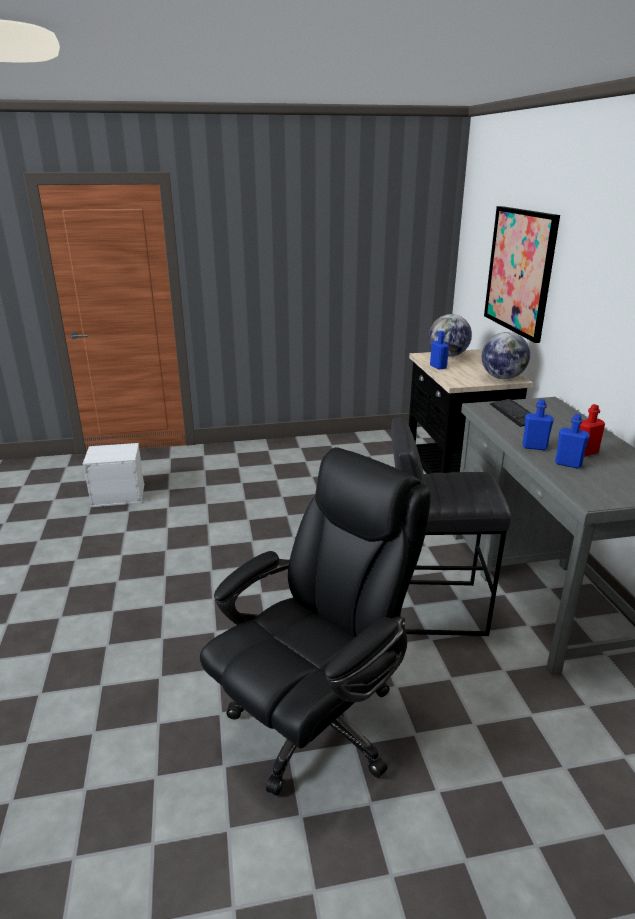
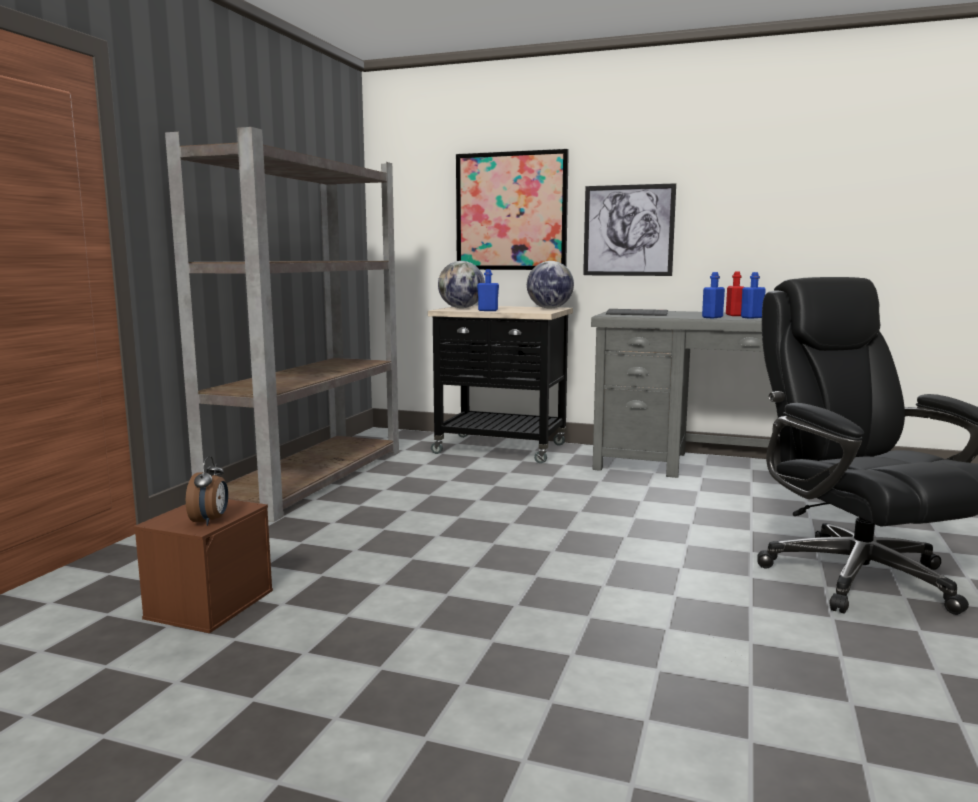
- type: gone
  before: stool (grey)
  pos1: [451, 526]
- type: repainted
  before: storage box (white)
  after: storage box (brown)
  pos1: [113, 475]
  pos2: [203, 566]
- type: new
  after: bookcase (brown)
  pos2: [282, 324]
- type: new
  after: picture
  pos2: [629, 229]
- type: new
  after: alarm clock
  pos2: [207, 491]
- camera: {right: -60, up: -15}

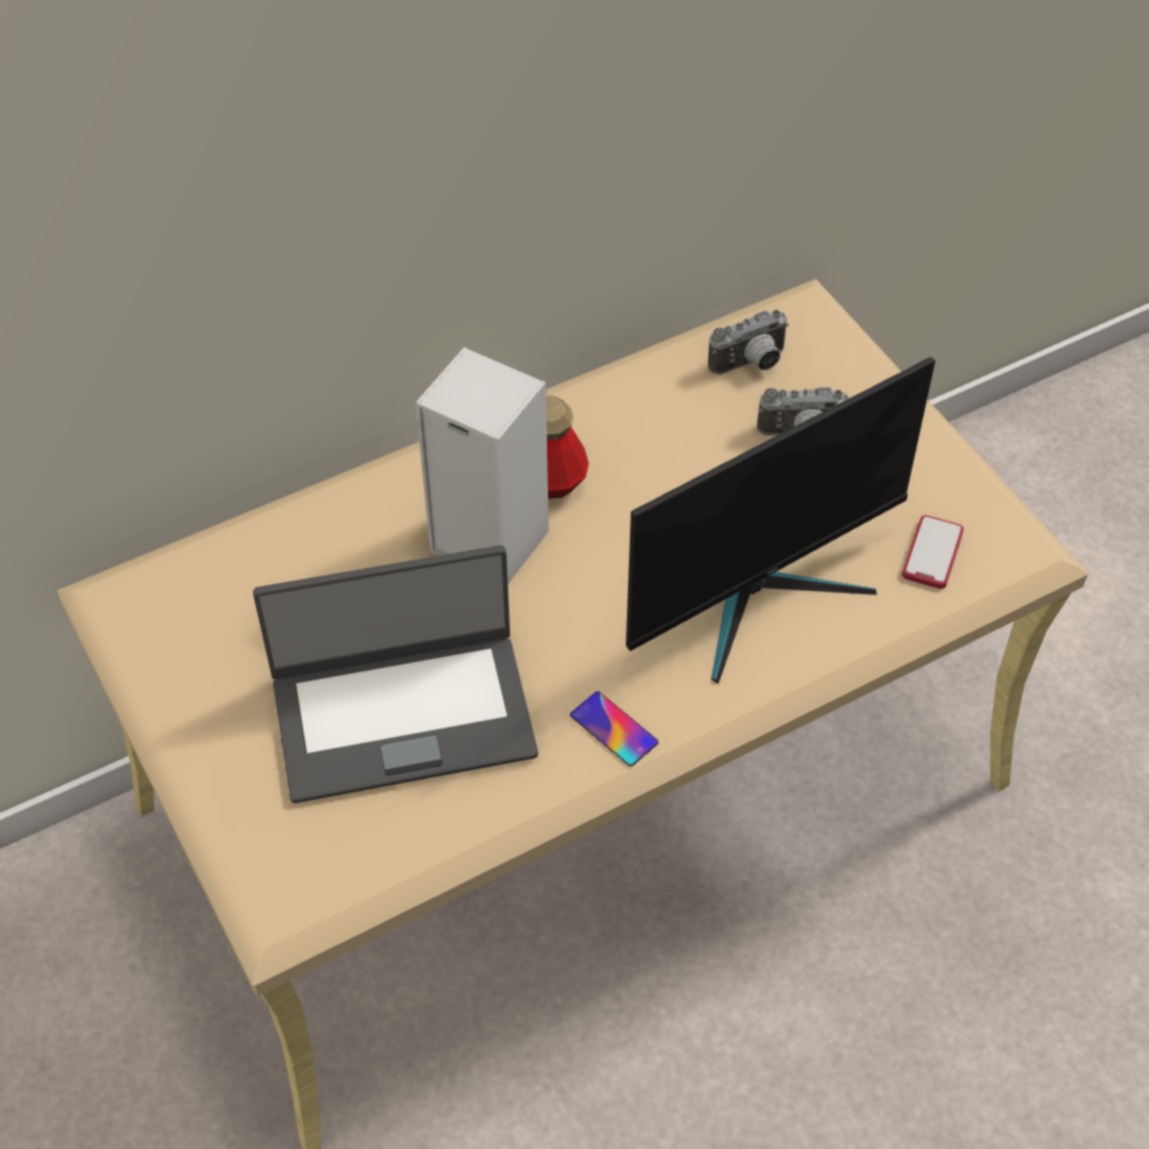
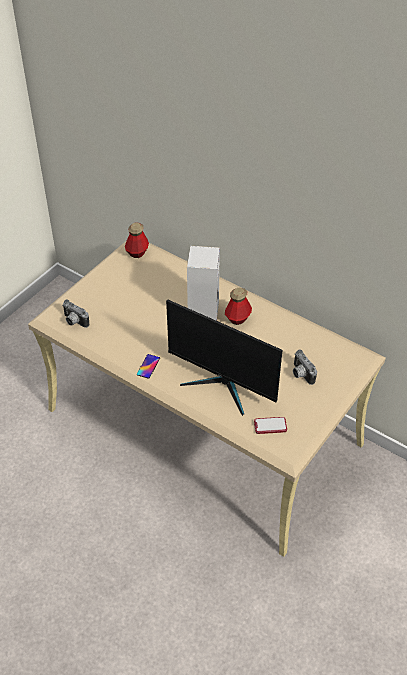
- type: shifted
  before: photo camera
  pos1: [748, 342]
  pos2: [75, 313]
- type: gone
  before: laptop
  pos1: [395, 674]
- type: new
  after: bottle
  pos2: [137, 240]
- camera: {right: 65, up: -5}

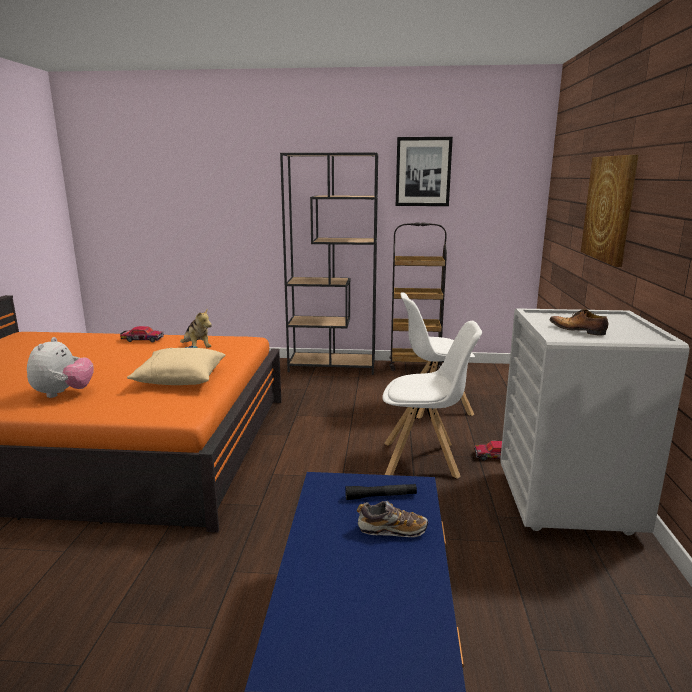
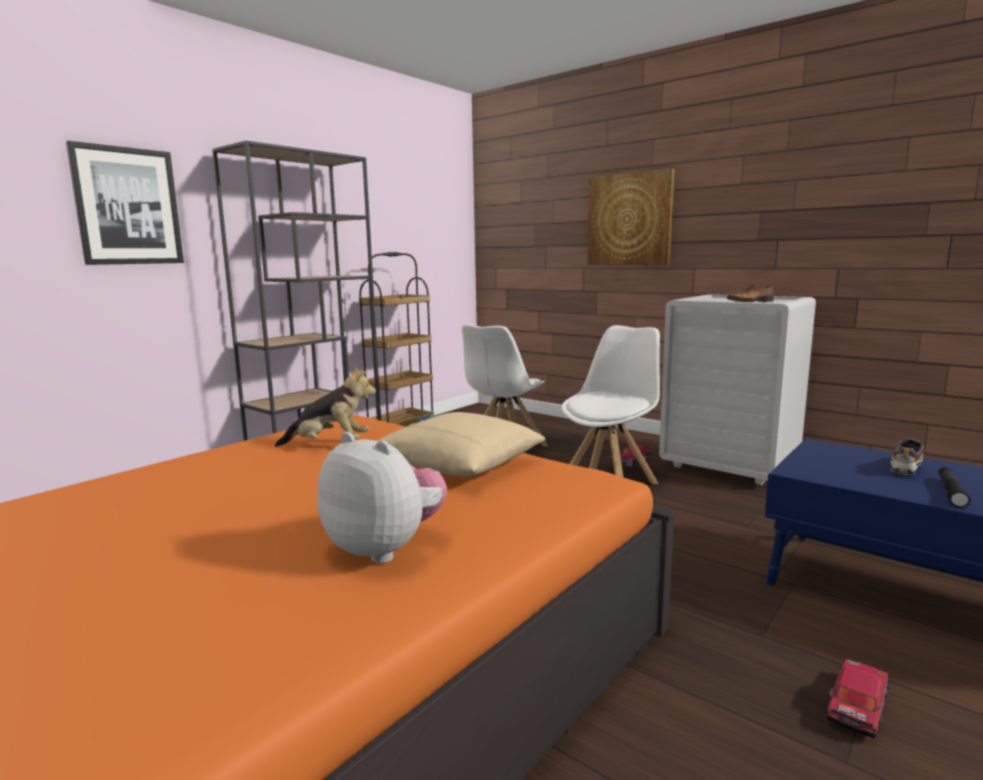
- type: shifted
  before: picture
  pos1: [424, 171]
  pos2: [125, 203]
- type: shifted
  before: toy car
  pos1: [142, 334]
  pos2: [858, 698]
- type: shifted
  before: flashlight (black)
  pos1: [381, 492]
  pos2: [954, 487]
- camera: {right: -55, up: -5}

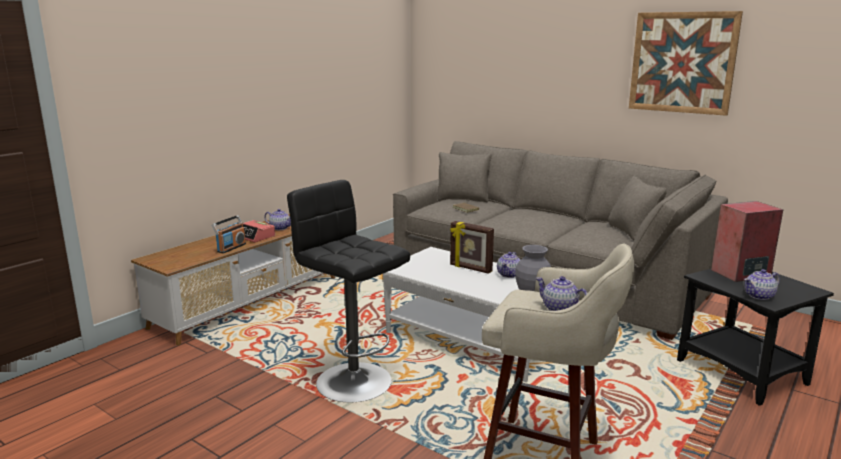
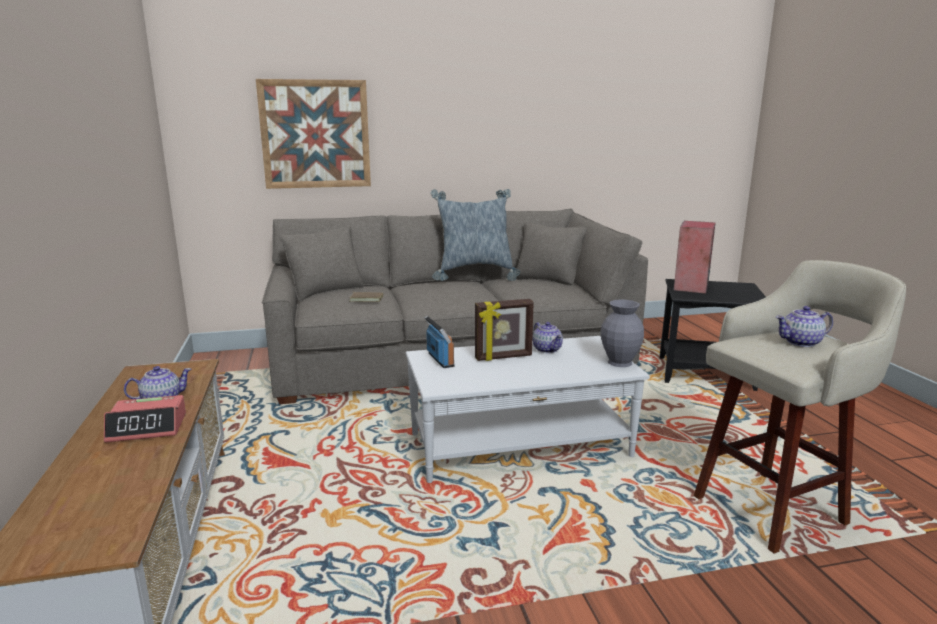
- type: shifted
  before: picture
  pos1: [686, 63]
  pos2: [313, 134]
- type: gone
  before: stool (black)
  pos1: [348, 291]
- type: shifted
  before: radio
  pos1: [229, 234]
  pos2: [440, 342]
- type: gone
  before: teapot
  pos1: [762, 284]
- type: new
  after: pillow
  pos2: [475, 235]
- camera: {right: -50, up: 0}

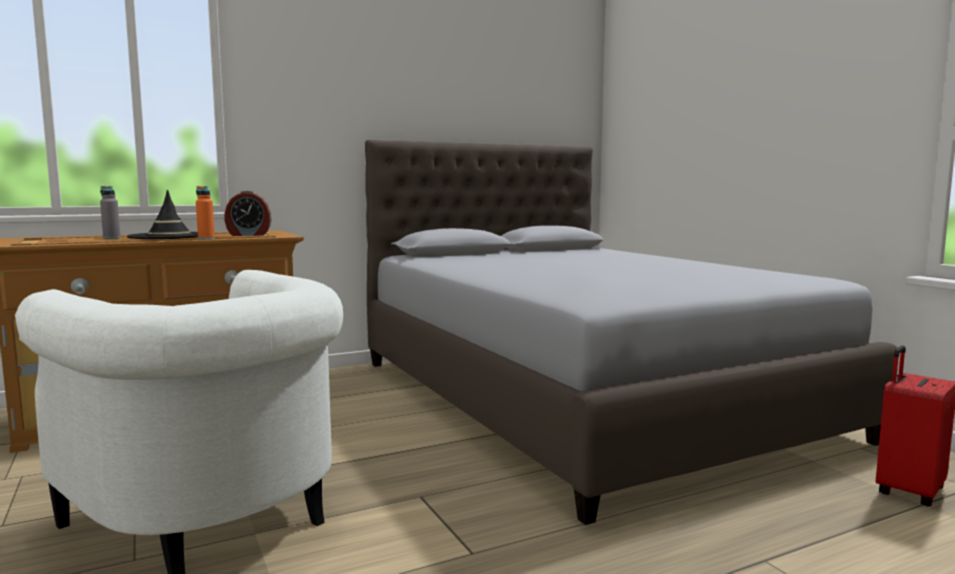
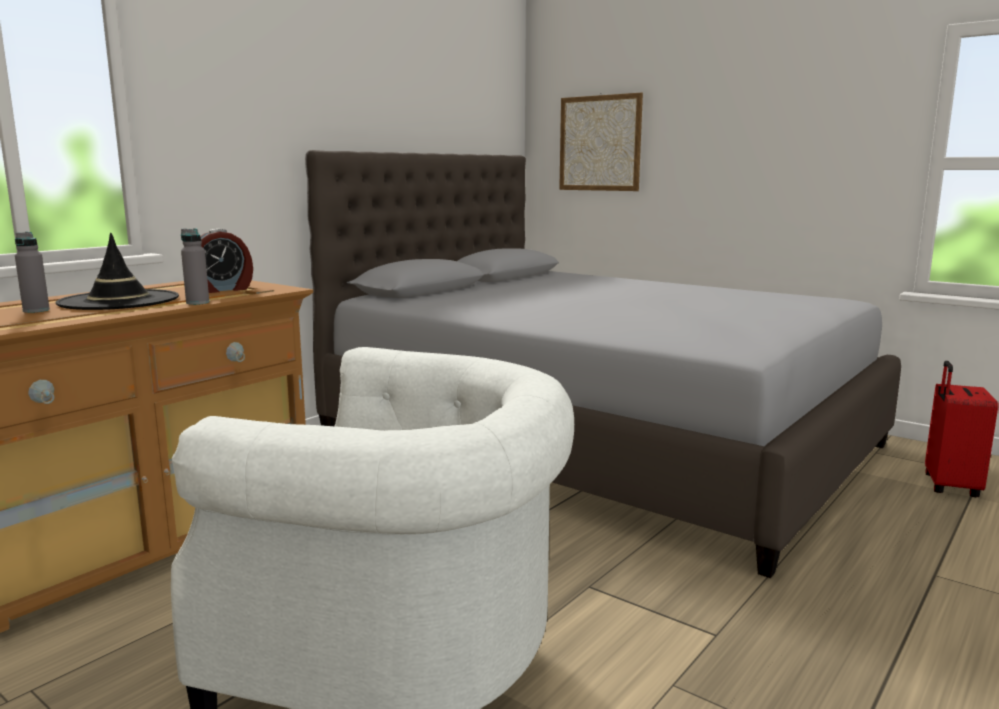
- type: repainted
  before: bottle (orange)
  after: bottle (grey)
  pos1: [205, 213]
  pos2: [195, 266]
- type: new
  after: picture
  pos2: [601, 142]
- camera: {right: -25, up: 5}

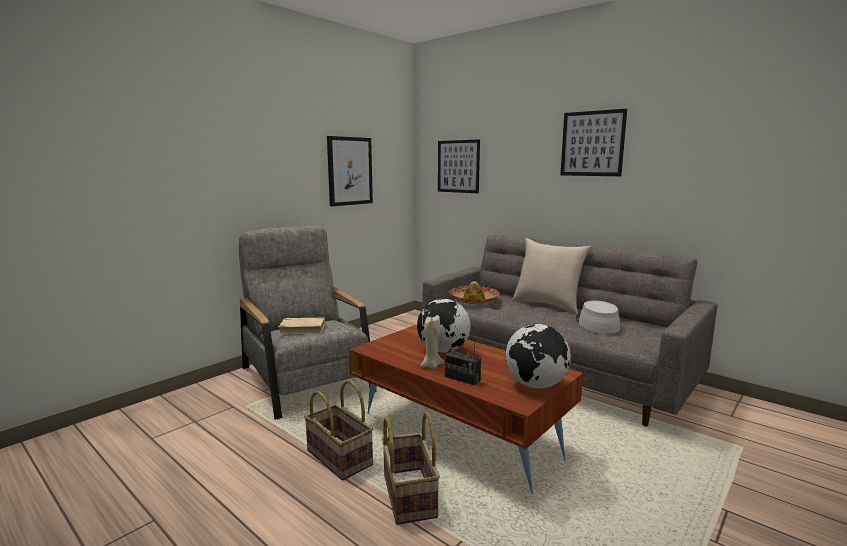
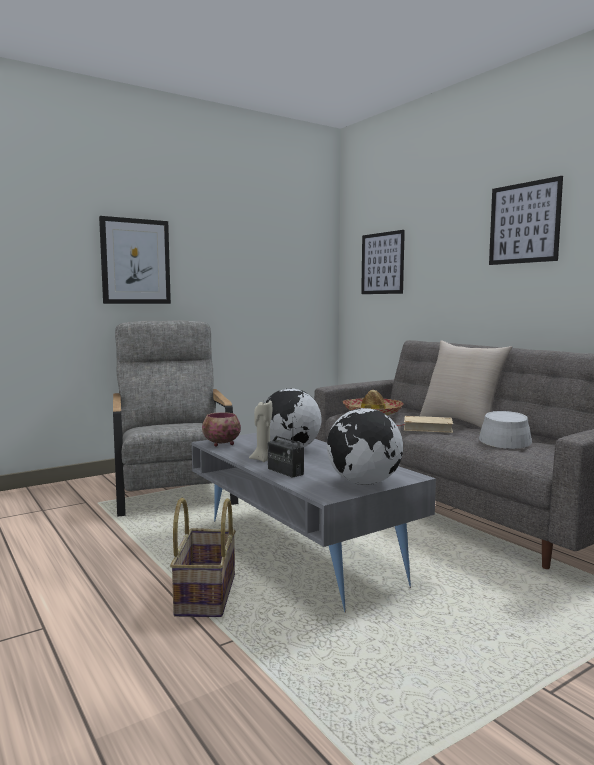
- type: shifted
  before: picture
  pos1: [350, 171]
  pos2: [135, 260]
- type: shifted
  before: book (beige)
  pos1: [301, 326]
  pos2: [425, 424]
- type: repainted
  before: coffee table (brown)
  after: coffee table (grey)
  pos1: [466, 410]
  pos2: [314, 523]
- type: gone
  before: basket
  pos1: [338, 430]
- type: new
  after: bowl
  pos2: [221, 429]
- camera: {right: 15, up: -5}

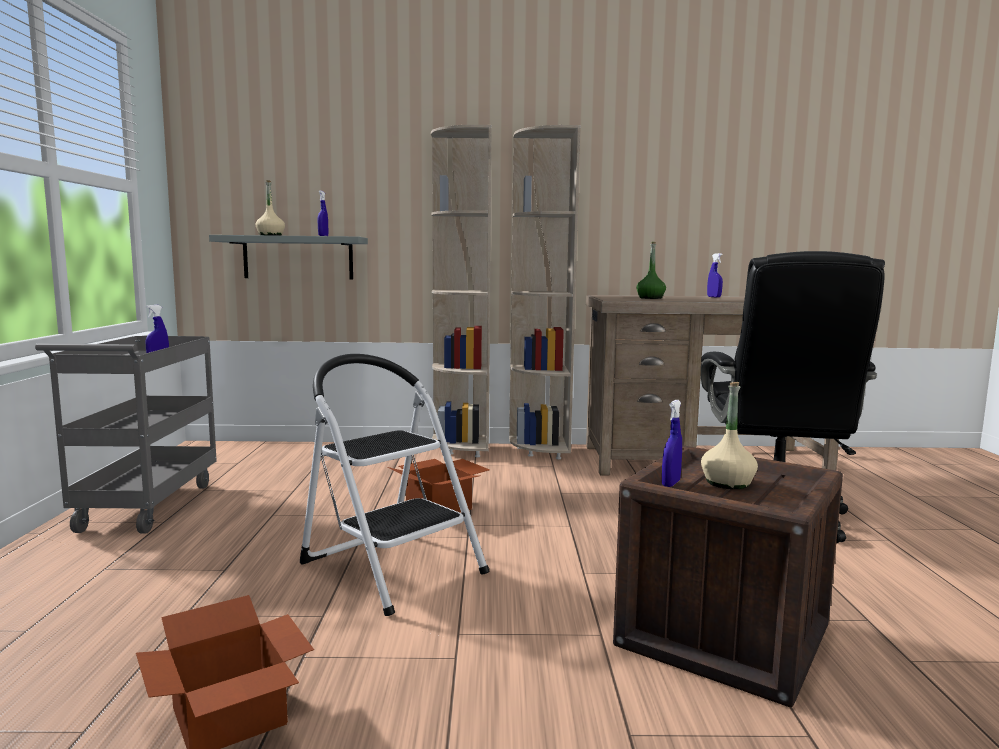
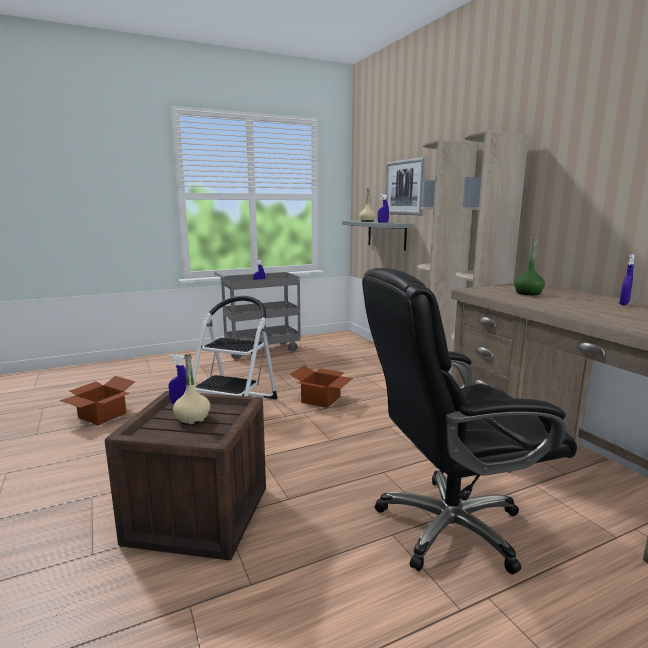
- type: new
  after: picture
  pos2: [405, 186]
- camera: {right: 65, up: 5}

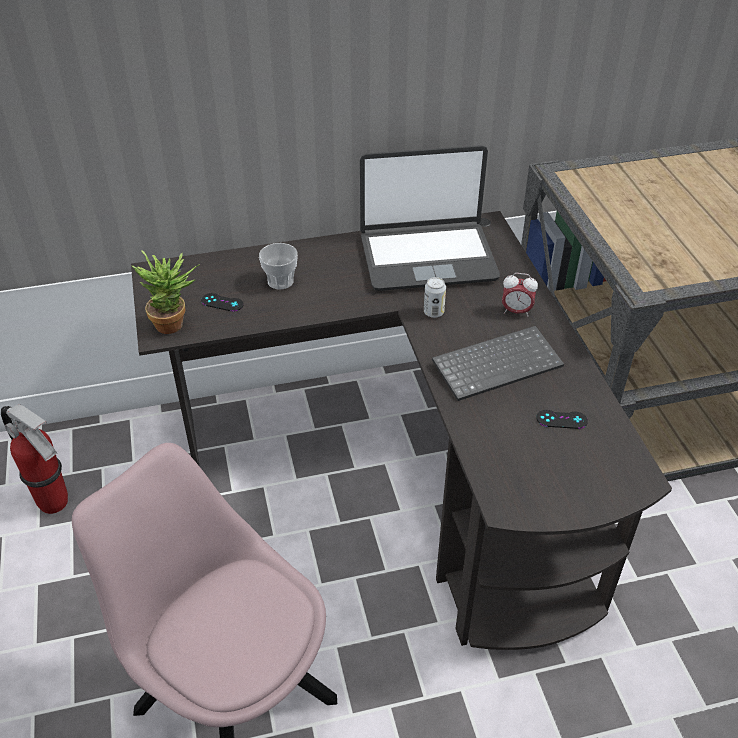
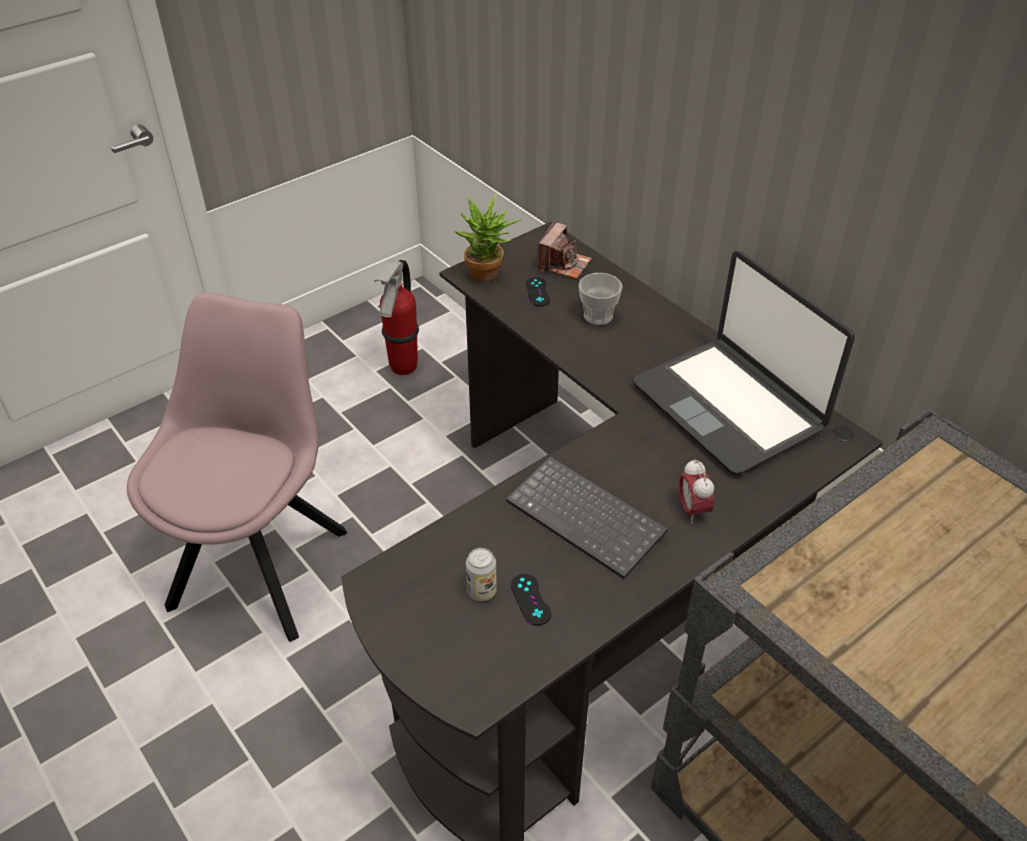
- type: shifted
  before: can
  pos1: [435, 297]
  pos2: [481, 574]
- type: new
  after: photo camera
  pos2: [565, 250]
- camera: {right: 65, up: 0}

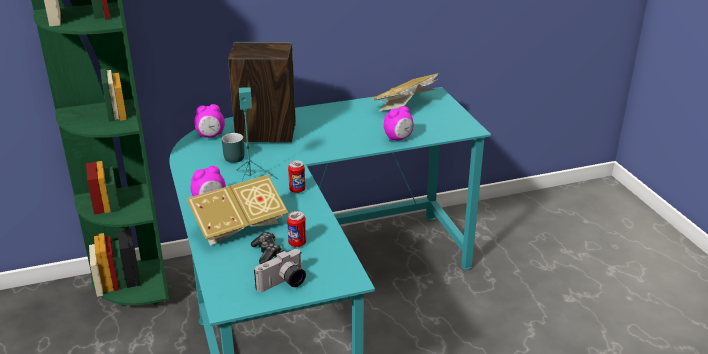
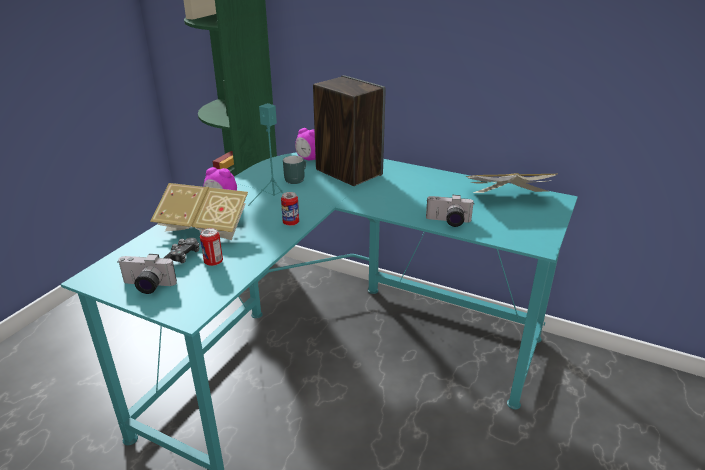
- type: swapped
  before: alarm clock
  after: photo camera
  pos1: [399, 123]
  pos2: [450, 211]
- camera: {right: 45, up: 0}

